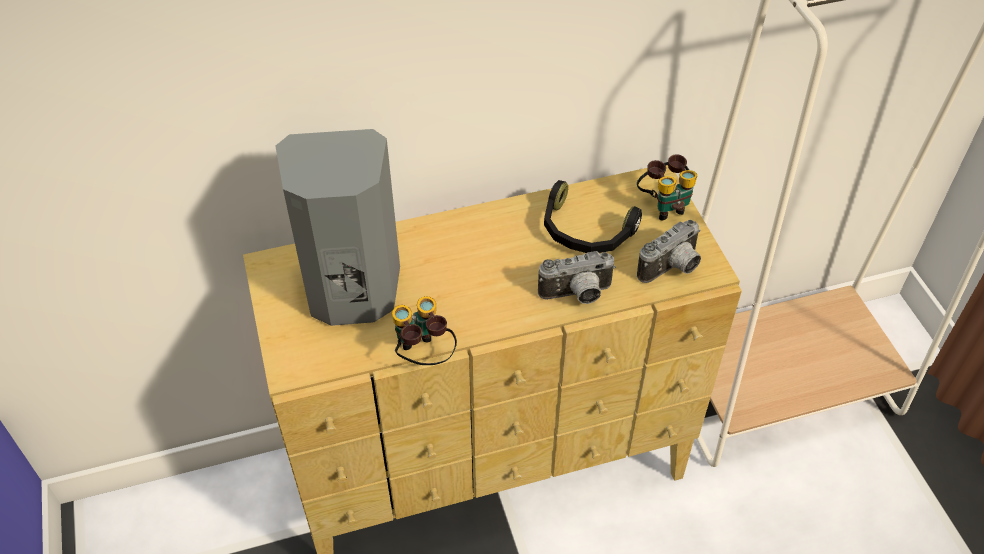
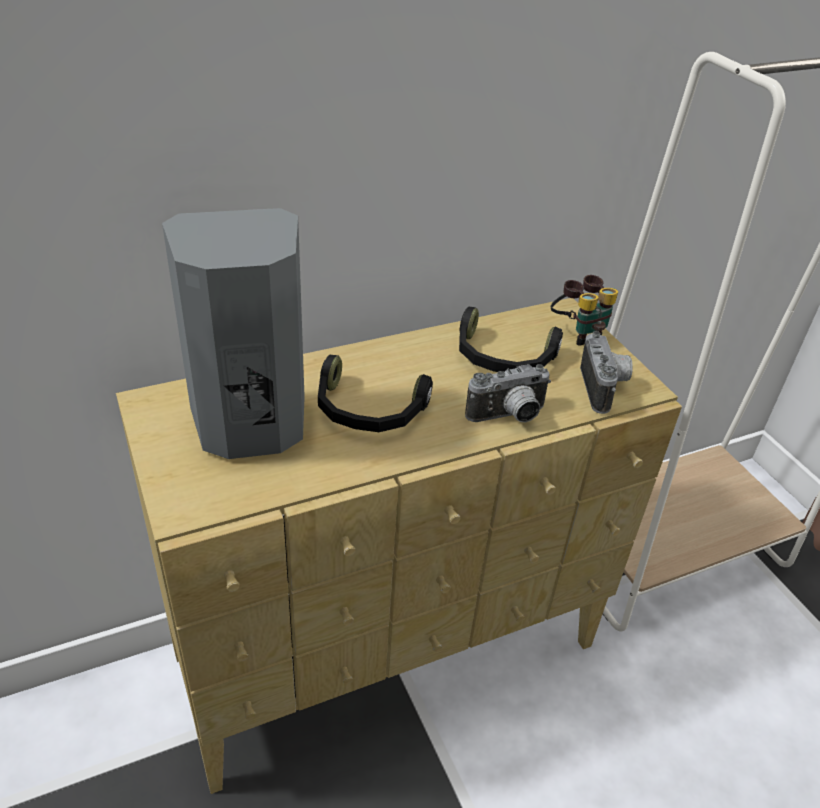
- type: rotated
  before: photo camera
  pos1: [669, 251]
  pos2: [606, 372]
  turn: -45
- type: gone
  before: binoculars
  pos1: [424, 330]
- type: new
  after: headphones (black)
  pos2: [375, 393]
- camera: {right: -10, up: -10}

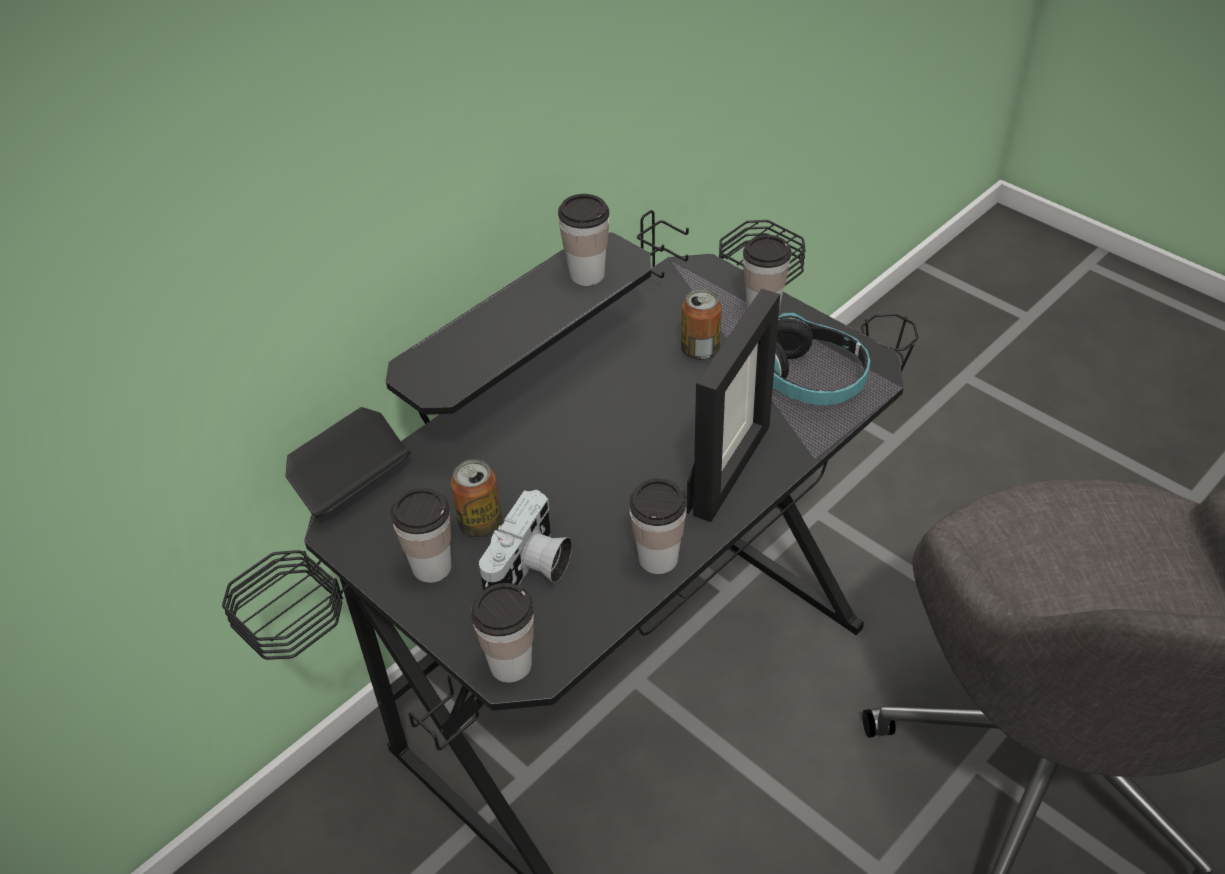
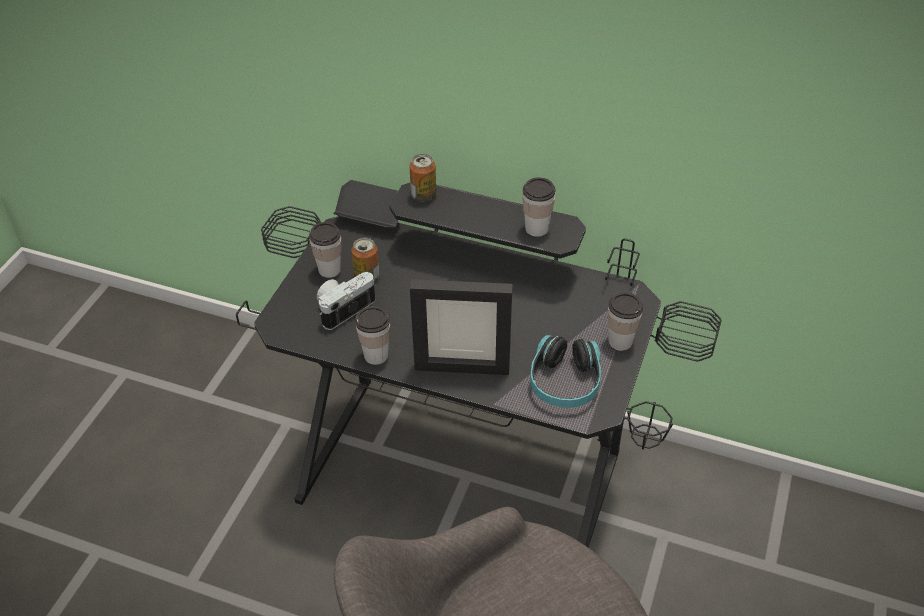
- type: shifted
  before: can
  pos1: [701, 324]
  pos2: [423, 178]
- type: rotated
  before: photo camera
  pos1: [525, 540]
  pos2: [346, 301]
  turn: 135
- type: gone
  before: cup
  pos1: [502, 633]
- camera: {right: 65, up: 0}

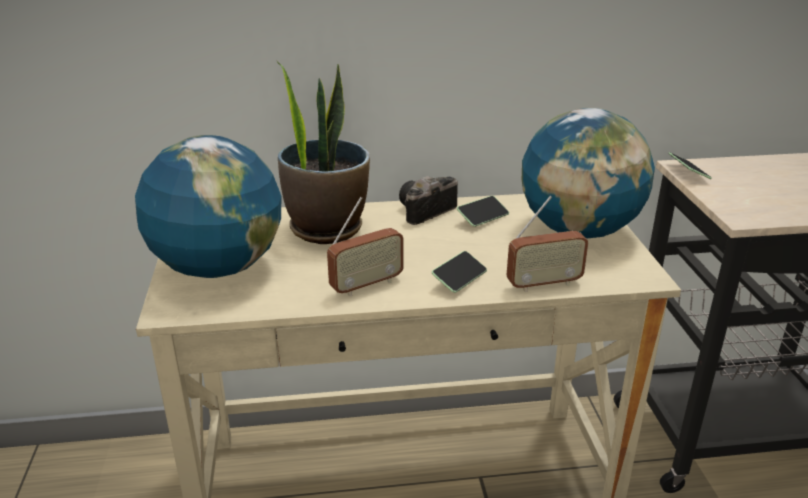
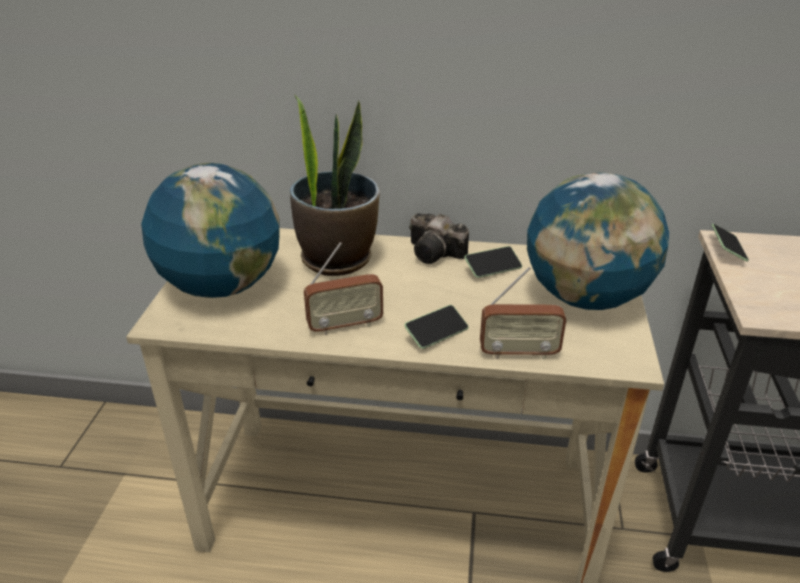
- type: rotated
  before: photo camera
  pos1: [428, 200]
  pos2: [439, 238]
  turn: -120
- camera: {right: 15, up: 5}

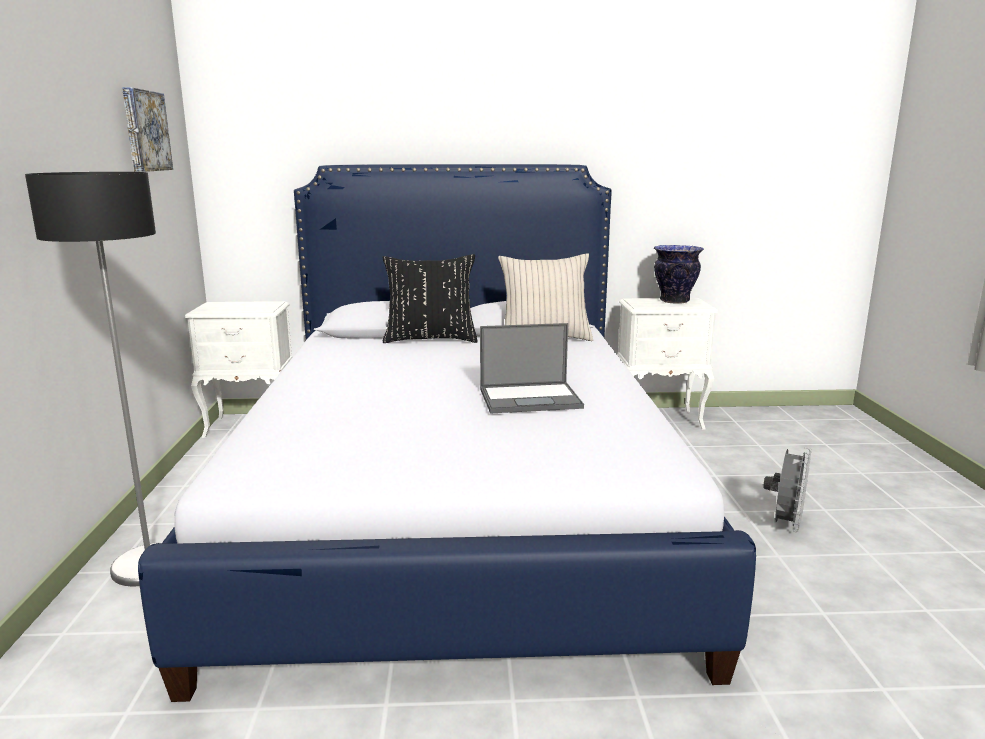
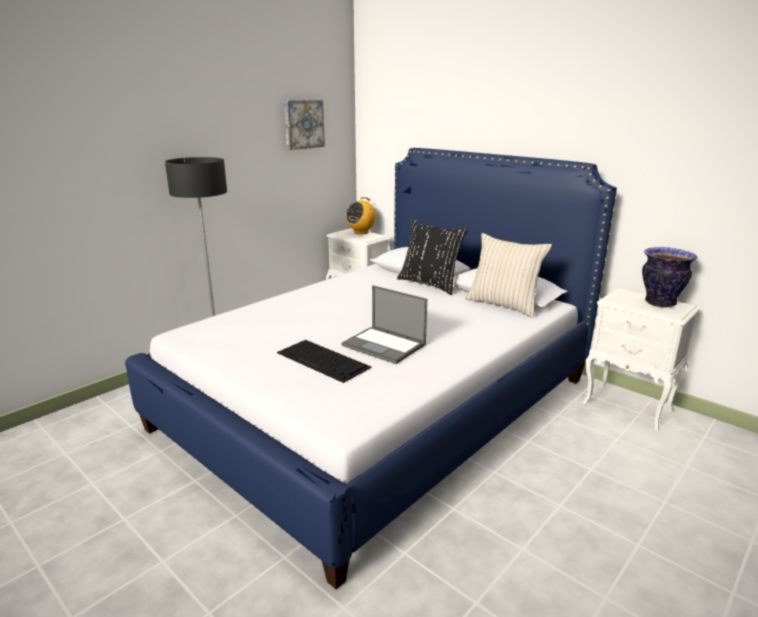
- type: gone
  before: fan (grey)
  pos1: [787, 489]
- type: new
  after: radio
  pos2: [361, 215]
- type: new
  after: keyboard
  pos2: [324, 361]
- camera: {right: 45, up: 5}

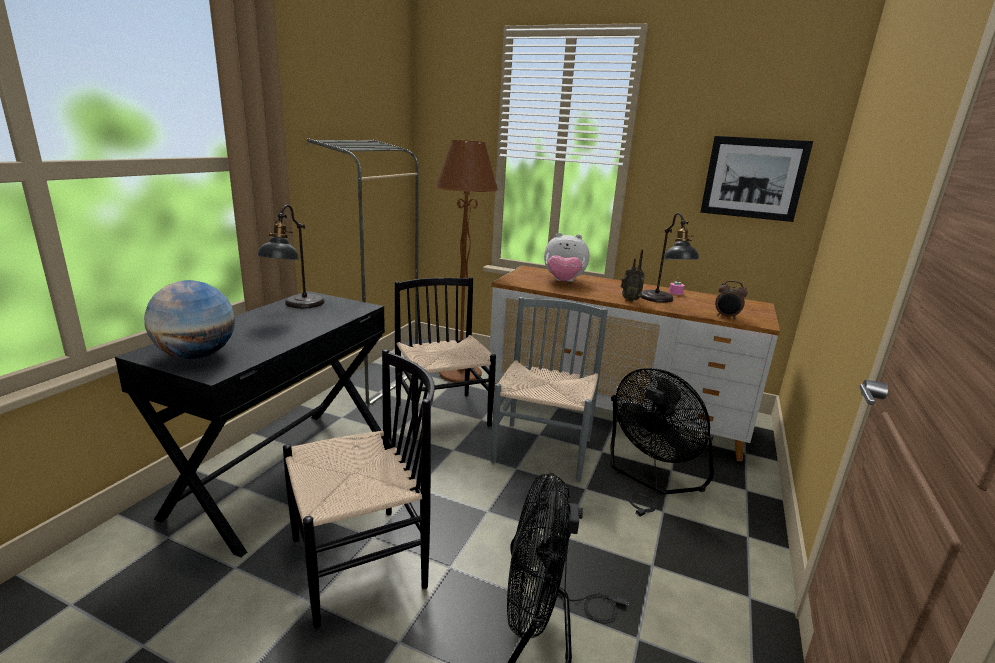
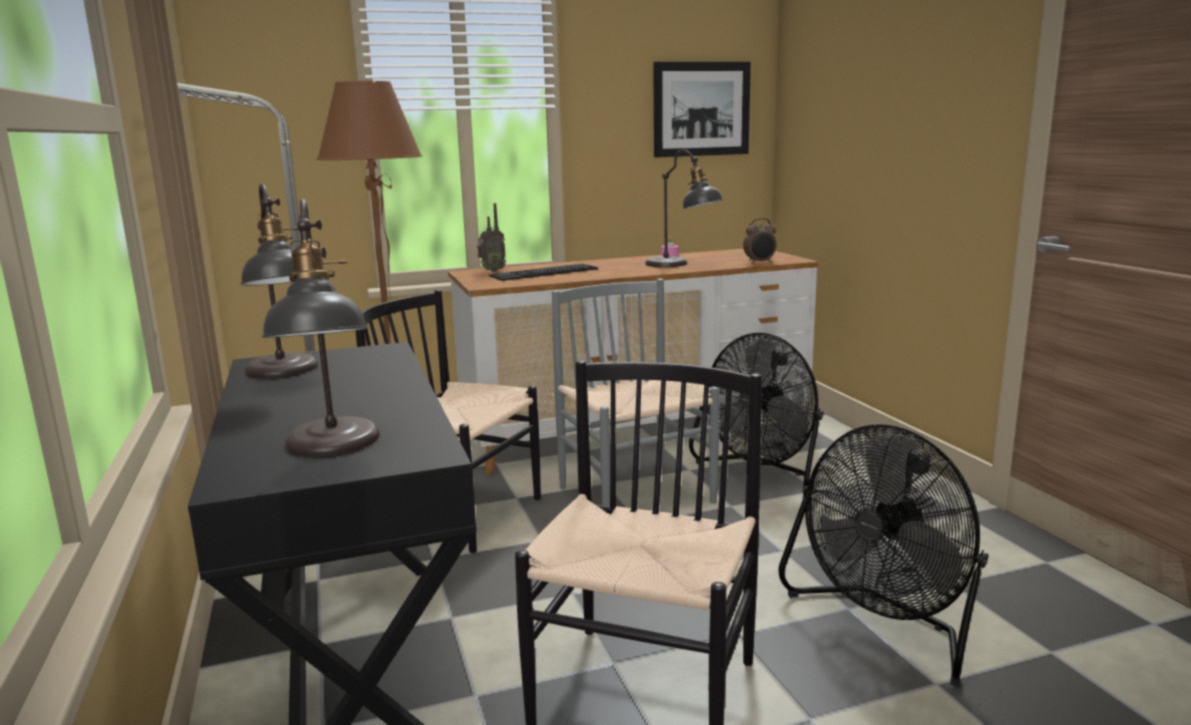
- type: swapped
  before: plush toy
  after: keyboard
  pos1: [566, 257]
  pos2: [543, 272]
- type: shifted
  before: radio
  pos1: [633, 275]
  pos2: [491, 237]
- type: swapped
  before: globe
  after: table lamp (grey)
  pos1: [189, 319]
  pos2: [321, 328]
- type: rotated
  before: fan (black)
  pos1: [662, 442]
  pos2: [756, 416]
  turn: -135
- camera: {right: -40, up: -5}

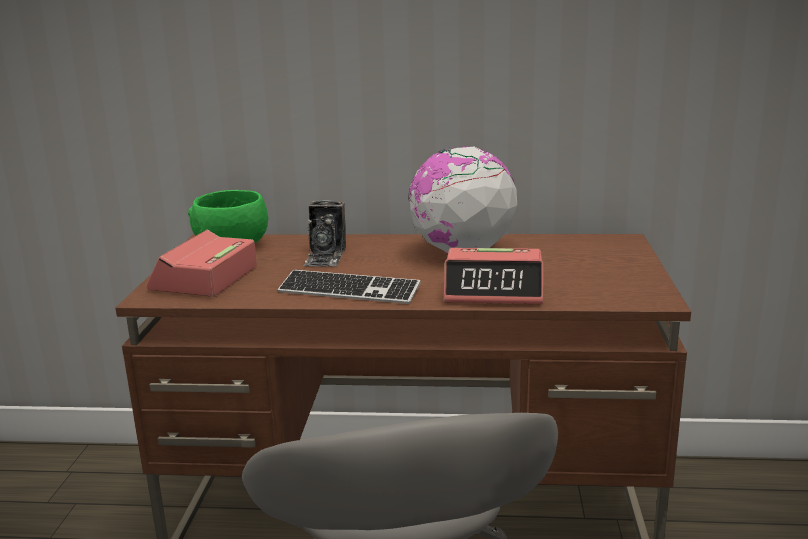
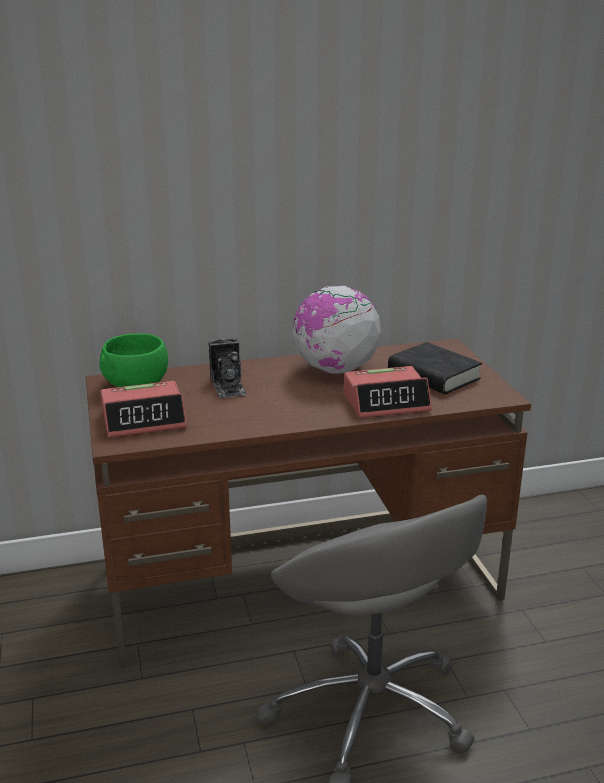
- type: rotated
  before: alarm clock
  pos1: [202, 263]
  pos2: [143, 409]
  turn: -105
- type: gone
  before: keyboard
  pos1: [349, 287]
- type: new
  after: book (black)
  pos2: [435, 368]
- camera: {right: -20, up: 5}

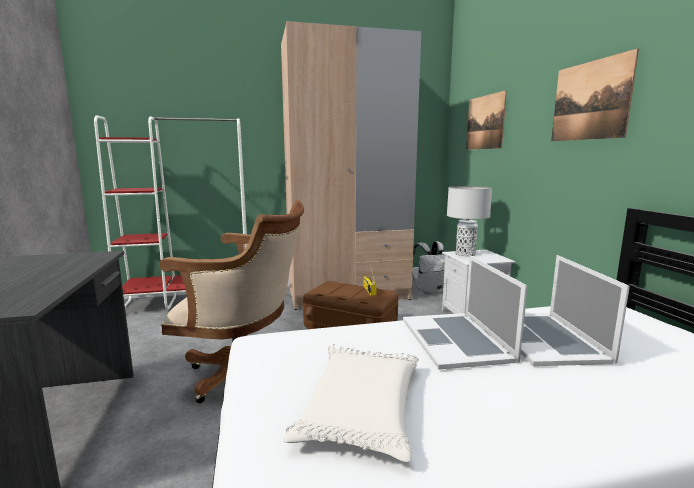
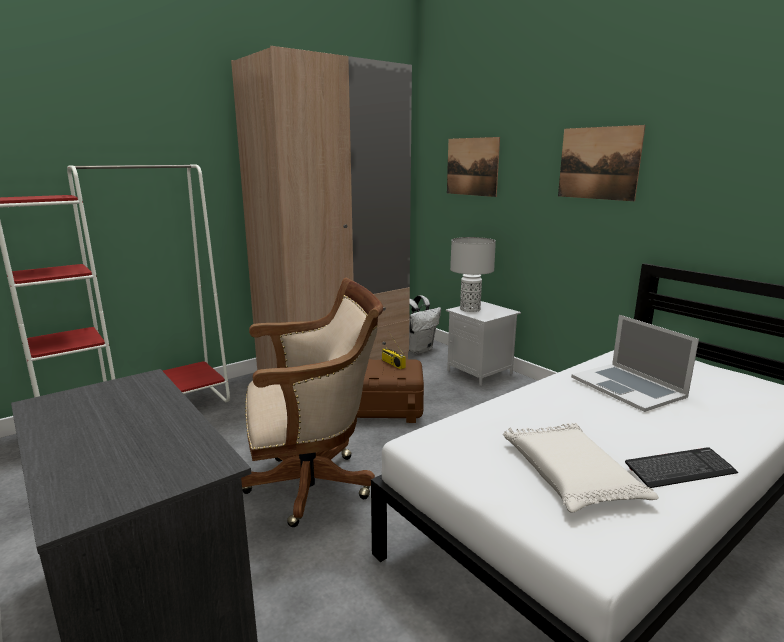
- type: gone
  before: laptop
  pos1: [465, 312]
- type: new
  after: keyboard
  pos2: [681, 467]
- camera: {right: -25, up: 5}

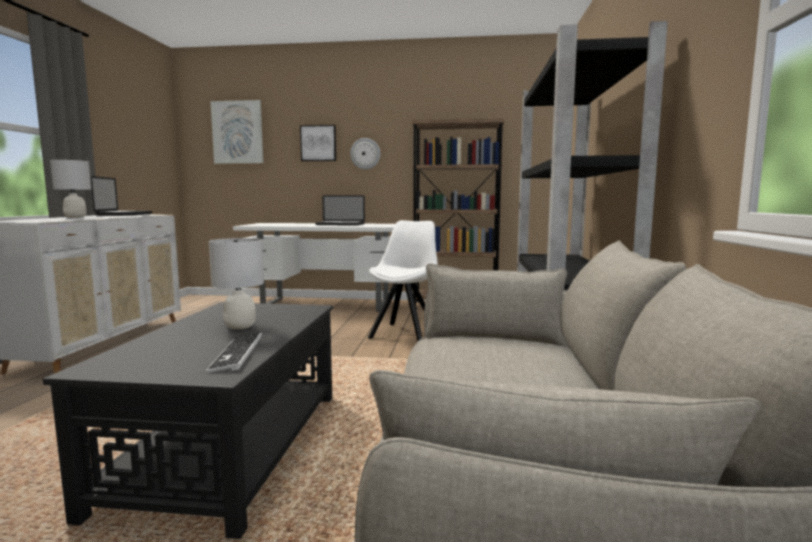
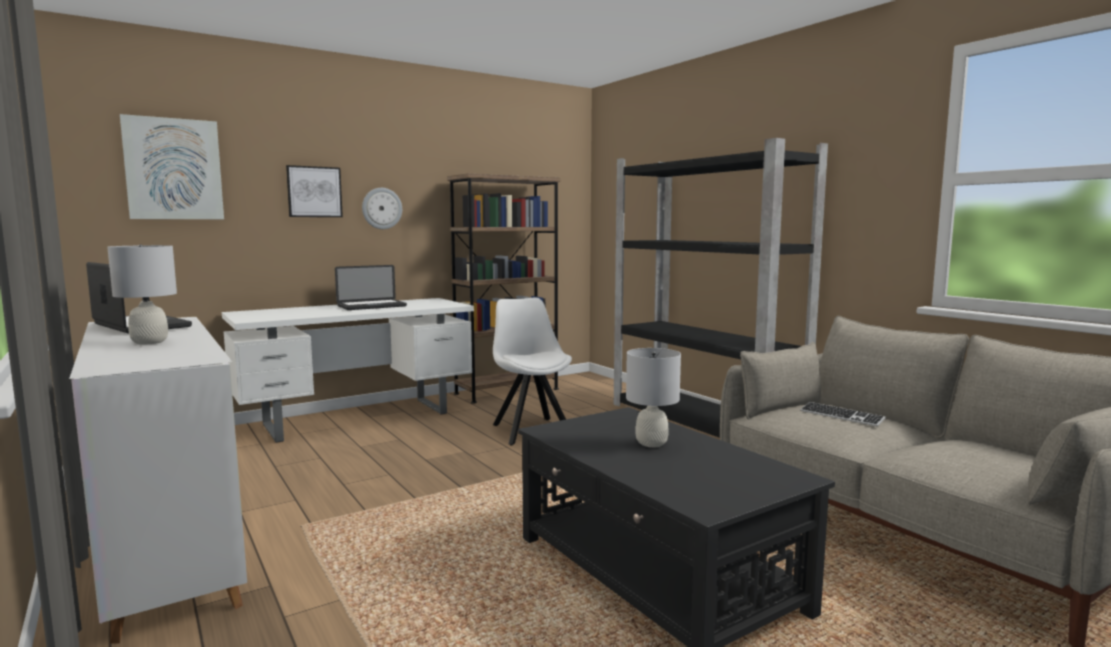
- type: shifted
  before: keyboard
  pos1: [234, 352]
  pos2: [843, 414]
- camera: {right: -40, up: 0}

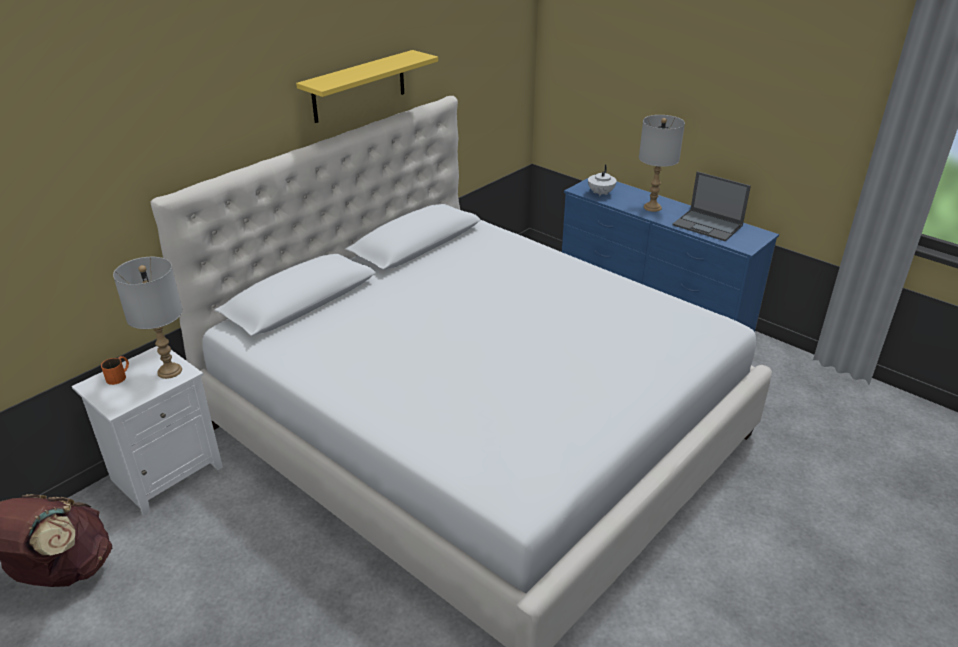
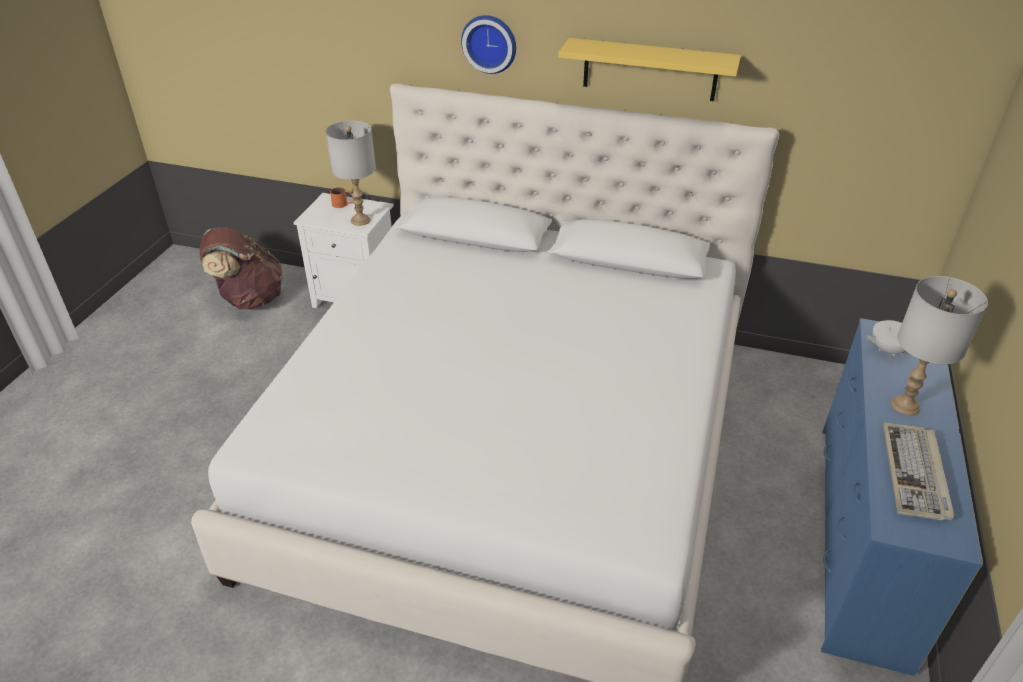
- type: swapped
  before: laptop
  after: keyboard
  pos1: [712, 206]
  pos2: [918, 471]
- type: new
  after: wall clock
  pos2: [488, 44]
- camera: {right: 65, up: 5}

